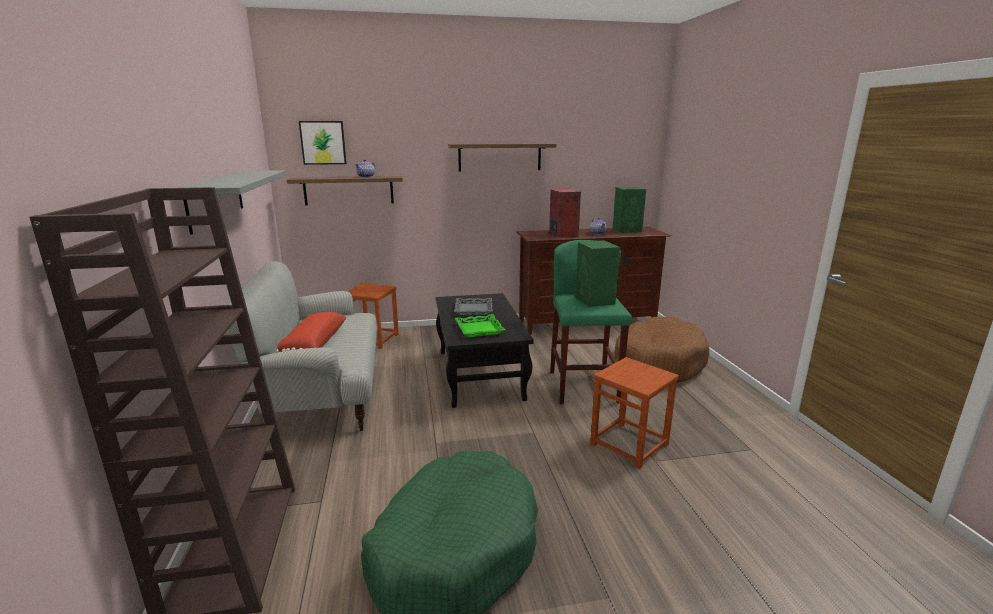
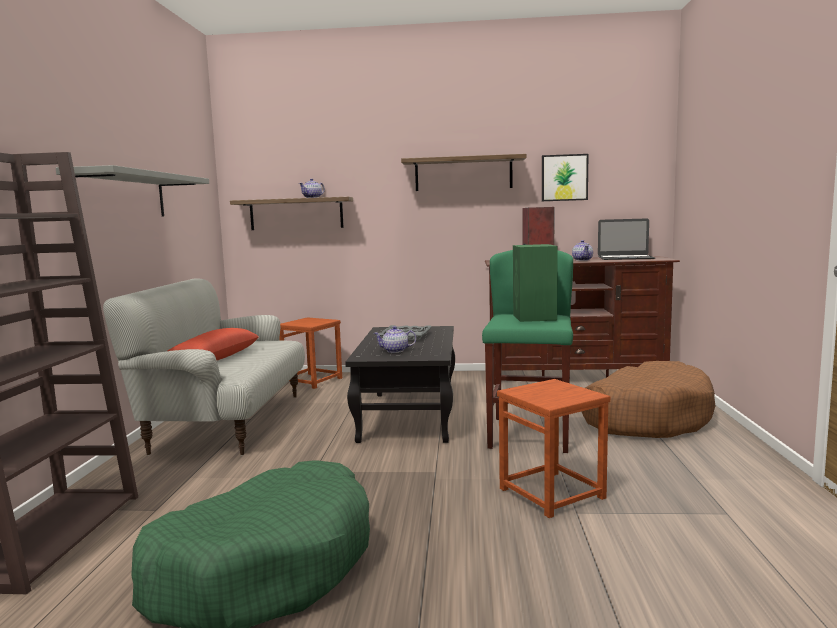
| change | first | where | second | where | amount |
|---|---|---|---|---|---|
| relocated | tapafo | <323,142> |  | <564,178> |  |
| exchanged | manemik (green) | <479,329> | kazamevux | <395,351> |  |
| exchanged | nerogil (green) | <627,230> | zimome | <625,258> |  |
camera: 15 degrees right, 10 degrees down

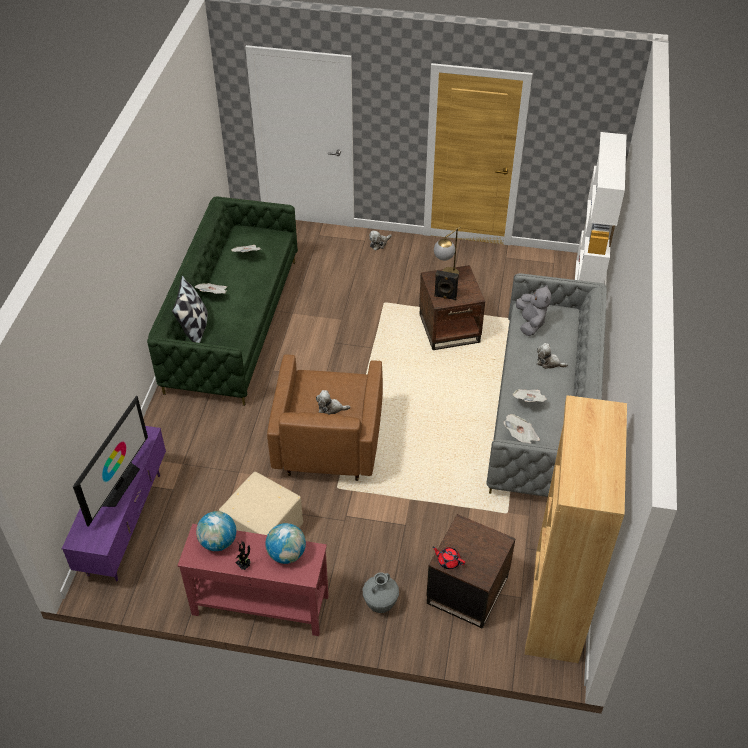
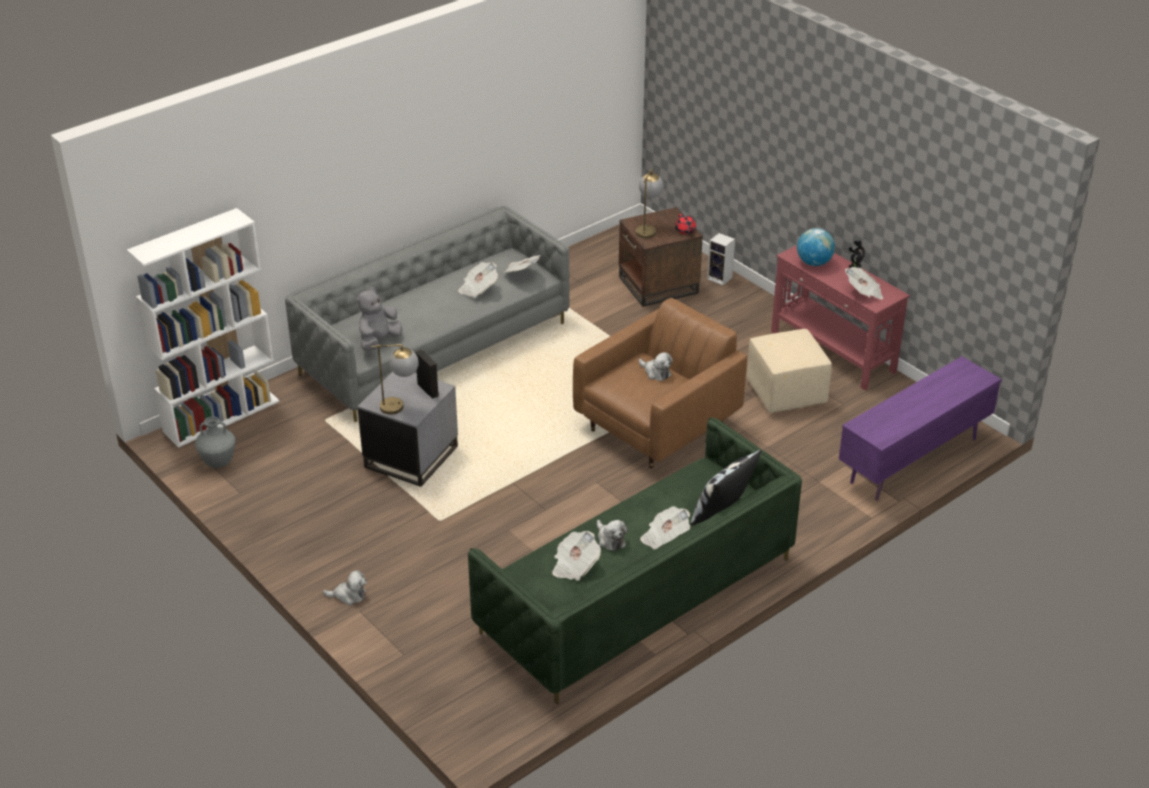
| change | first | where | second | where | amount |
|---|---|---|---|---|---|
| missing | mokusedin | <118,484> |  |  |  |
| missing | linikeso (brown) | <555,606> |  |  |  |
| appeared |  |  | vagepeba | <647,229> |  |
| appeared |  |  | nerogil | <720,278> |  |
| relocated | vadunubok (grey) | <380,604> |  | <218,463> |  |
| relocated | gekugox | <548,362> |  | <610,540> |  |
| exchanged | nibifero | <218,542> | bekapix | <863,292> |  |
| colour | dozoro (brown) | <450,328> | dozoro (grey) | <410,457> |  |
camera: 140 degrees left, 10 degrees down

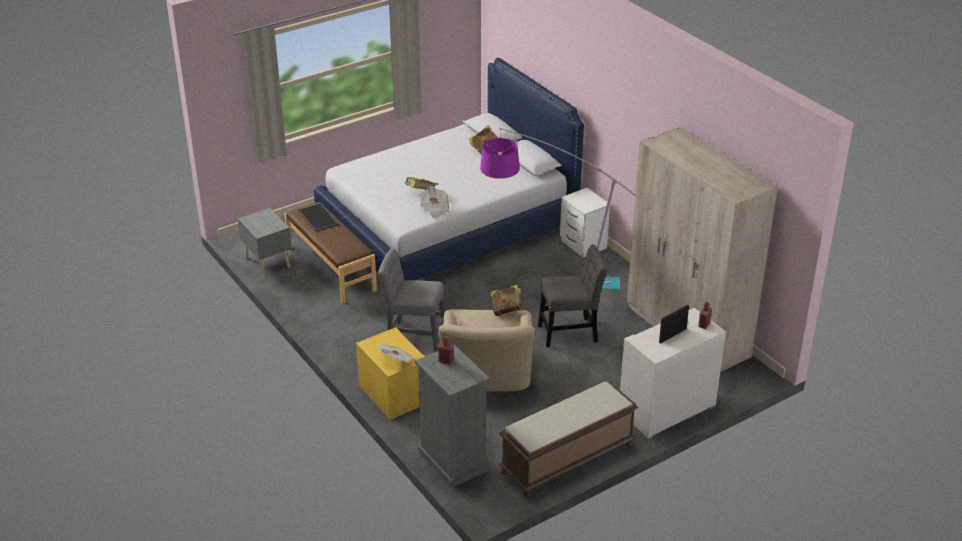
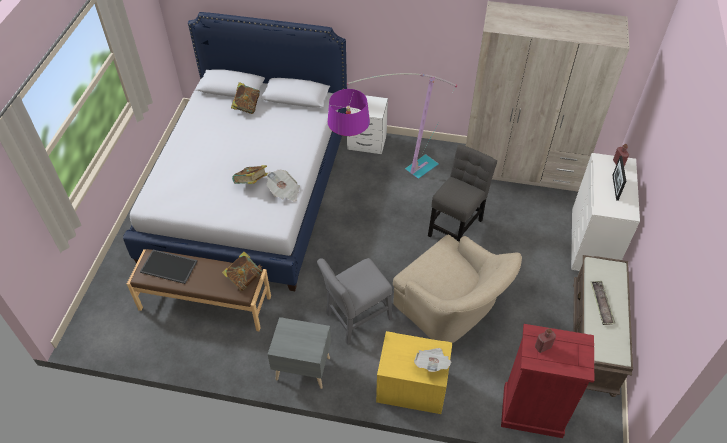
| change | first | where | second | where | amount |
|---|---|---|---|---|---|
| appeared |  |  | manemik | <601,304> |  |
| relocated | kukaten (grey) | <268,262> |  | <302,367> |  |
| relocated | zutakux | <506,310> |  | <244,278> |  |
| colour | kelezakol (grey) | <452,461> | kelezakol (red) | <532,411> |  |
camera: 45 degrees left, 15 degrees up

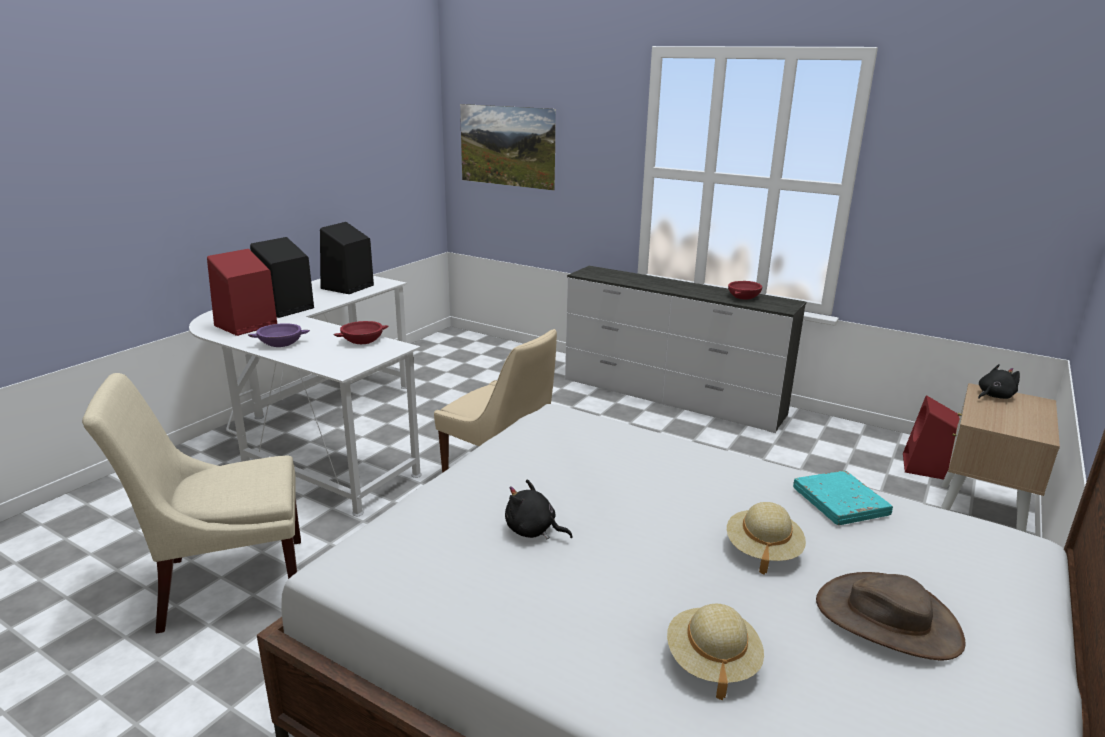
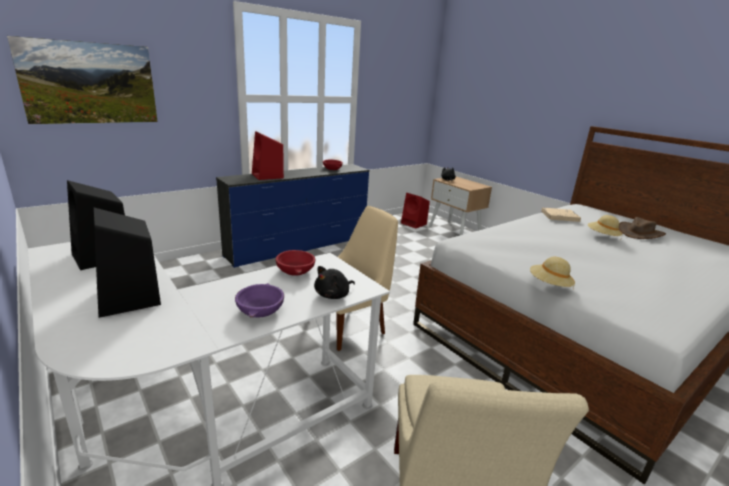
| change | first | where | second | where | amount |
|---|---|---|---|---|---|
| relocated | nerogil (red) | <244,326> |  | <268,176> |  |
| relocated | gekugox (black) | <533,530> |  | <333,295> |  |
| relocated | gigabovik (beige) | <712,661> |  | <549,285> |  |
| colour | kelezakol (white) | <671,397> | kelezakol (blue) | <299,246> |  |
| colour | zutakux (turquoise) | <840,502> | zutakux (beige) | <559,217> |  |
camera: 70 degrees left, 0 degrees up

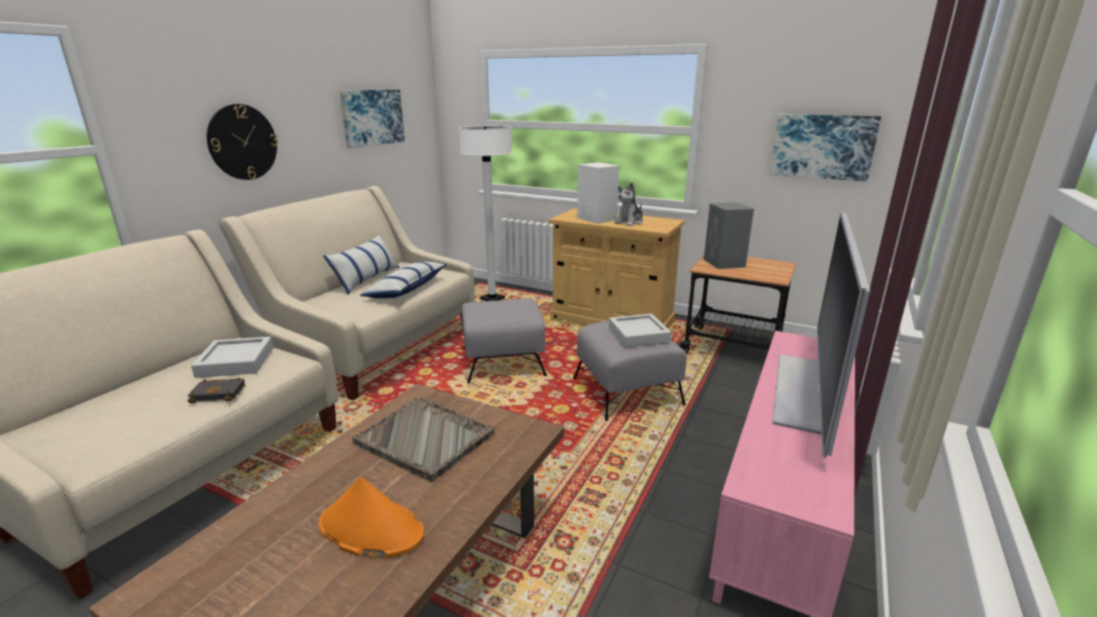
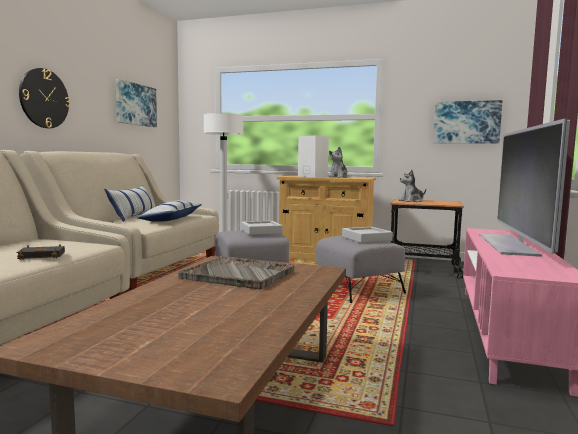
| change | first | where | second | where | amount |
|---|---|---|---|---|---|
| missing | gigabovik (orange) | <370,529> |  |  |  |
| relocated | manemik (grey) | <236,362> |  | <261,231> |  |
| exchanged | nerogil (grey) | <724,263> | gekugox | <412,201> |  |
camera: 10 degrees left, 15 degrees down

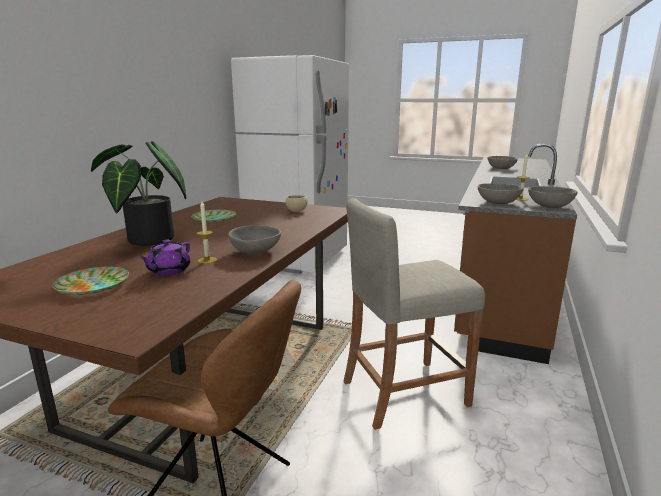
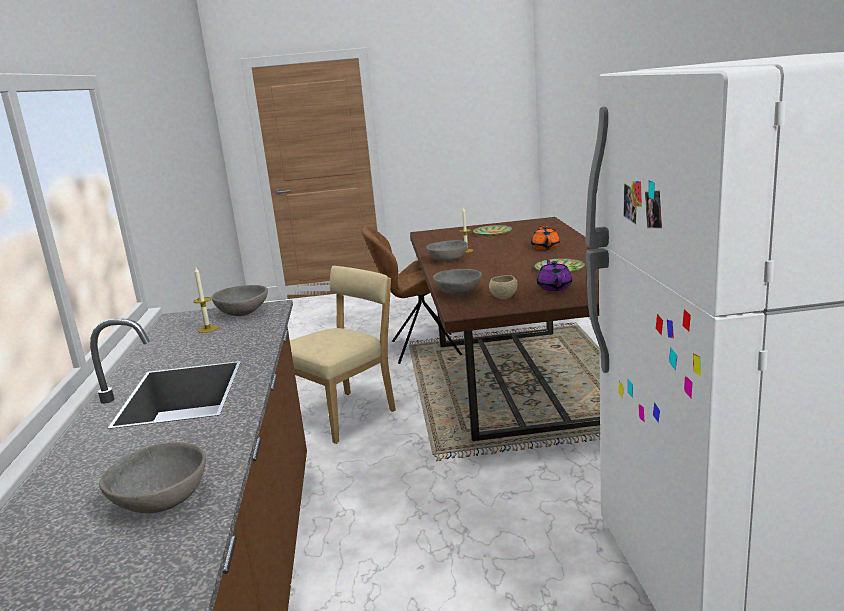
| change | first | where | second | where | amount |
|---|---|---|---|---|---|
| relocated | kazamevux (purple) | <168,271> |  | <554,287> |  |
| relocated | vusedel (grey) | <550,206> |  | <458,293> |  |
| exchanged | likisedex | <146,241> | kazamevux (orange) | <545,247> |  |
| exchanged | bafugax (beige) | <404,392> | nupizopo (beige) | <346,414> |  |
camera: 155 degrees right, 0 degrees up

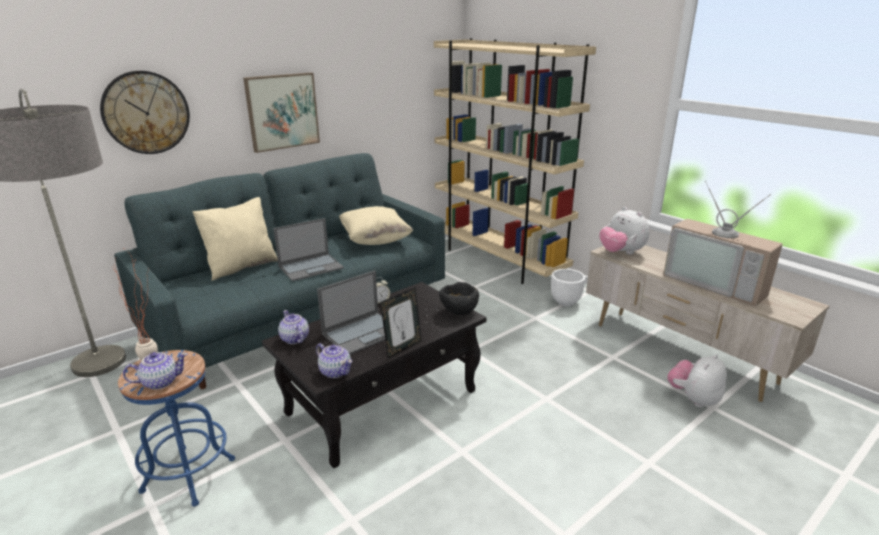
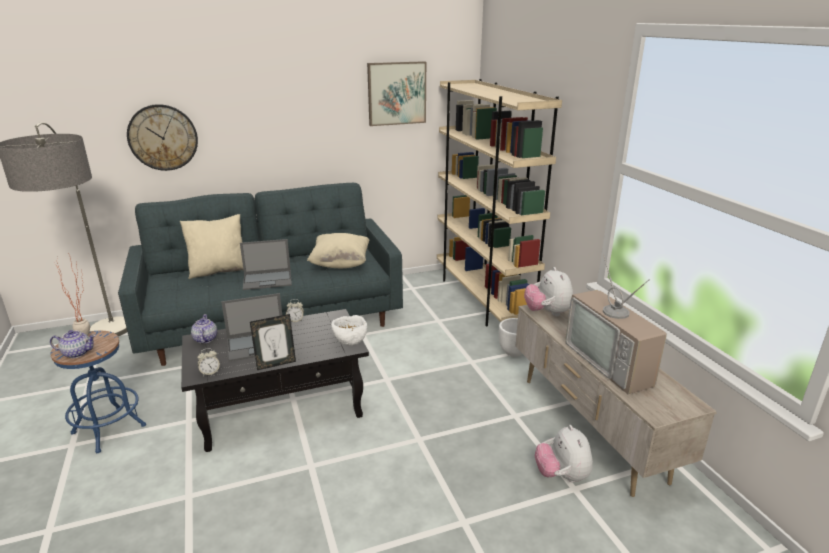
| change | first | where | second | where | amount |
|---|---|---|---|---|---|
| relocated | tapafo | <282,111> |  | <396,93> |  |
| exchanged | kazamevux | <335,371> | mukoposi | <210,372> |  |
| colour | vusedel (black) | <458,311> | vusedel (white) | <350,342> |  |
| spun | gekugox | <693,399> |  | <561,475> | 75 degrees counterclockwise |
camera: 20 degrees right, 0 degrees up

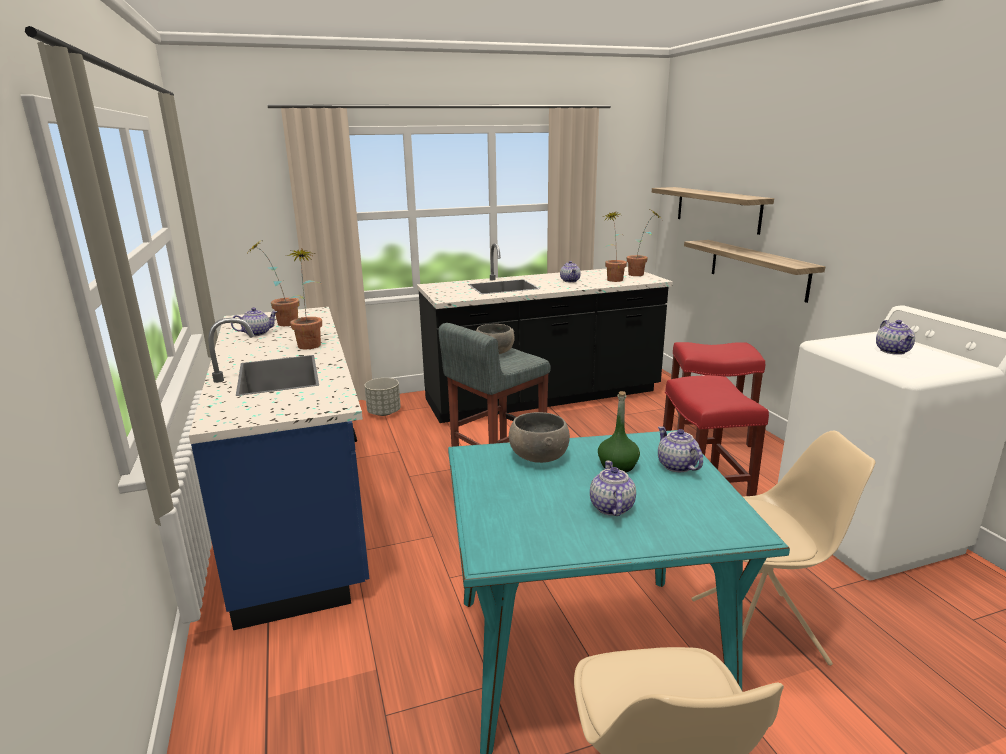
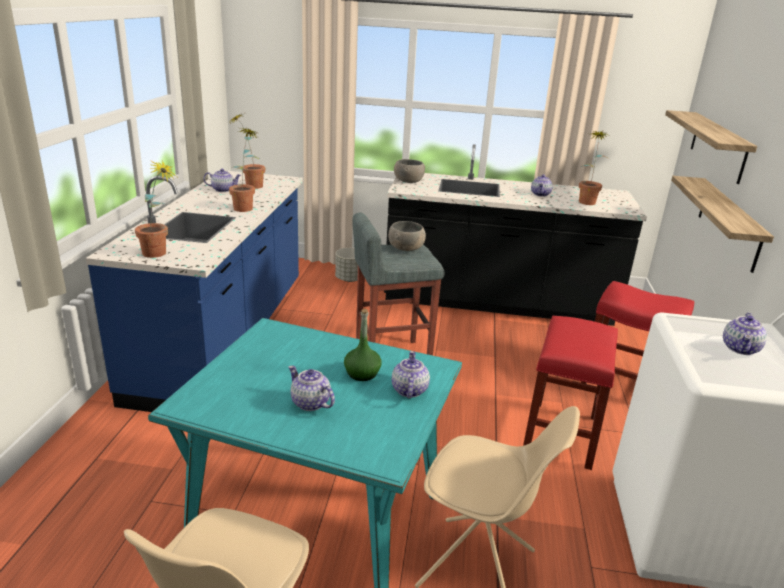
| change | first | where | second | where | amount |
|---|---|---|---|---|---|
| relocated | vusedel (grey) | <538,456> |  | <408,181> |  |
| relocated | likisedex | <641,274> |  | <160,254> |  |
| spun | kazamevux | <611,507> |  | <310,403> | 75 degrees counterclockwise |
camera: 25 degrees right, 5 degrees up

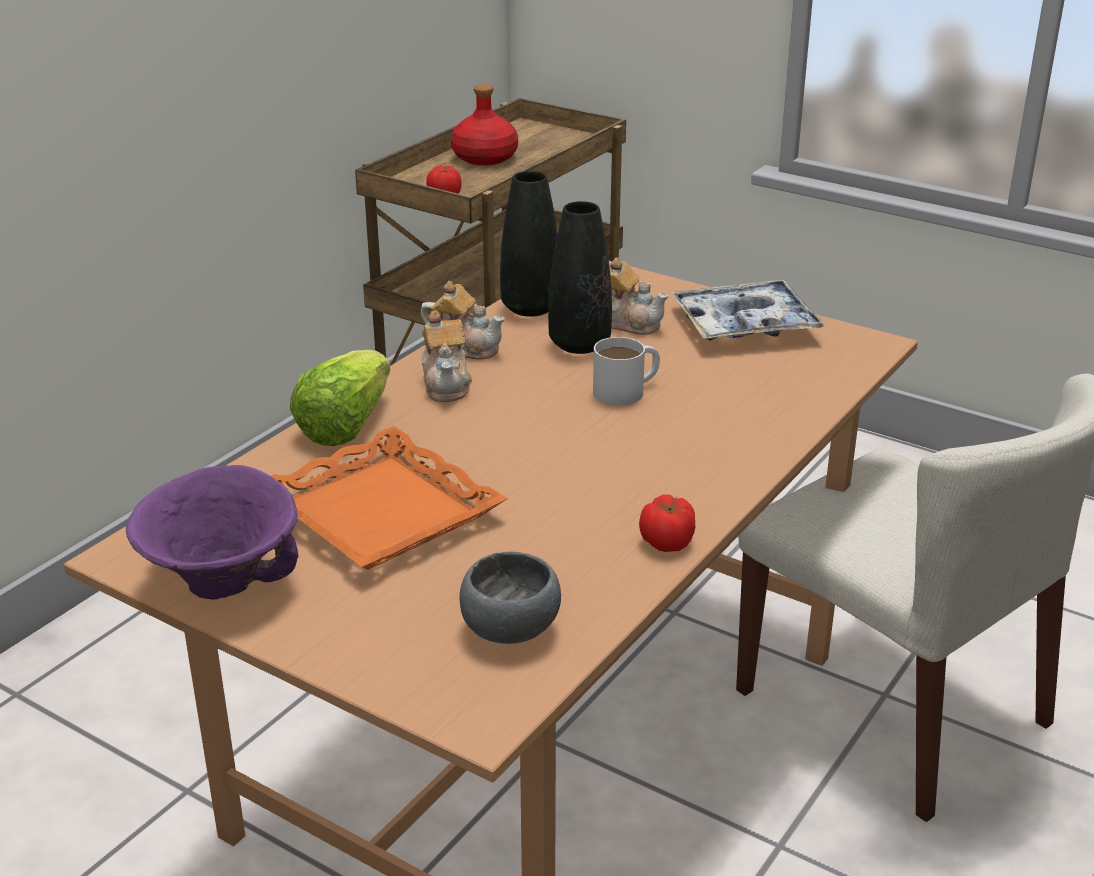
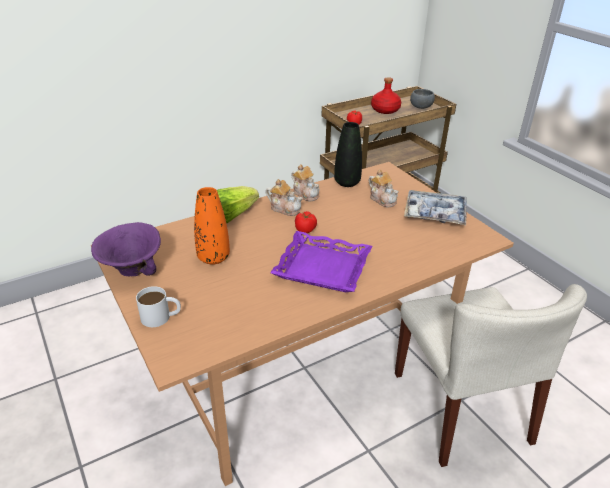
| change | first | where | second | where | amount |
|---|---|---|---|---|---|
| missing | vadunubok (black) | <579,344> |  |  |  |
| appeared |  |  | manemik (purple) | <322,268> |  |
| relocated | vusedel (grey) | <513,629> |  | <421,107> |  |
| relocated | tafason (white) | <627,390> |  | <161,317> |  |
| relocated | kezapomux | <668,542> |  | <305,229> |  |
| exchanged | manemik (orange) | <382,512> | vadunubok (orange) | <213,258> |  |
| spun | kazamevux | <447,384> |  | <285,208> | 75 degrees counterclockwise |
camera: 25 degrees right, 5 degrees up

